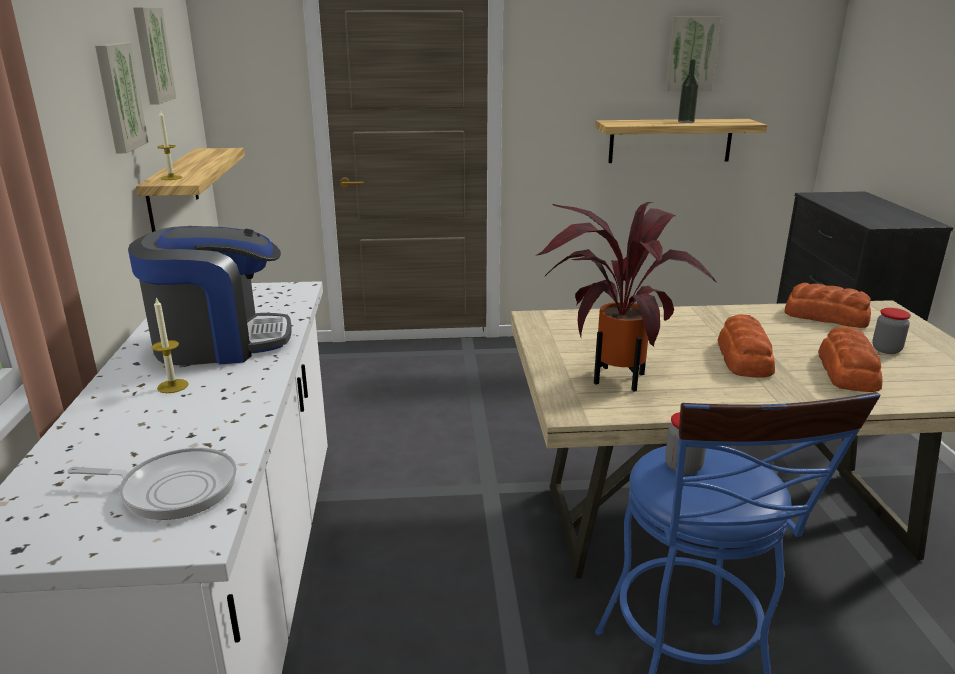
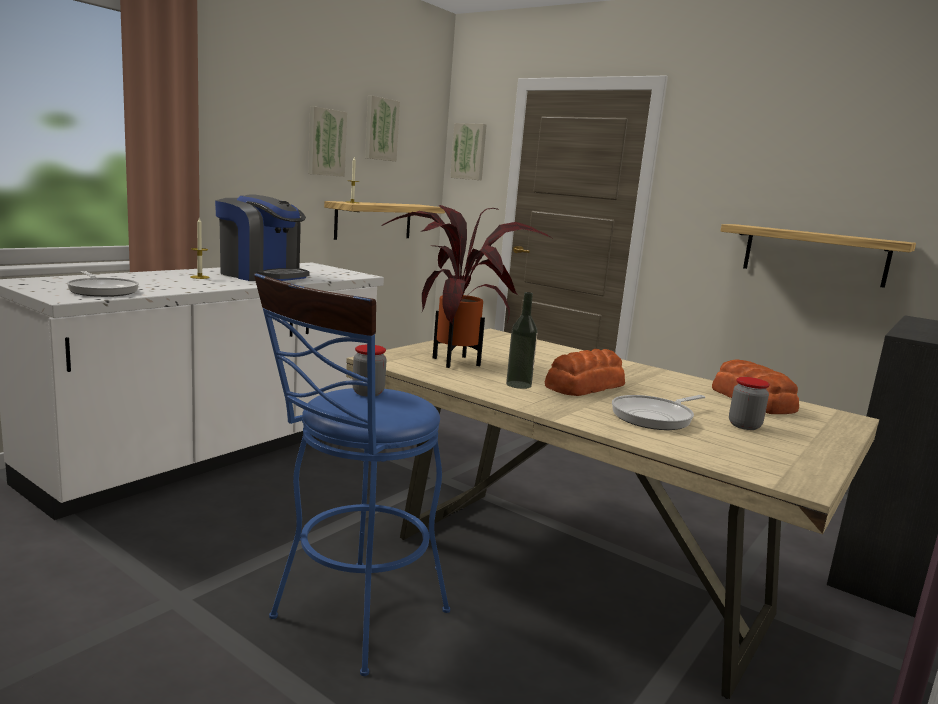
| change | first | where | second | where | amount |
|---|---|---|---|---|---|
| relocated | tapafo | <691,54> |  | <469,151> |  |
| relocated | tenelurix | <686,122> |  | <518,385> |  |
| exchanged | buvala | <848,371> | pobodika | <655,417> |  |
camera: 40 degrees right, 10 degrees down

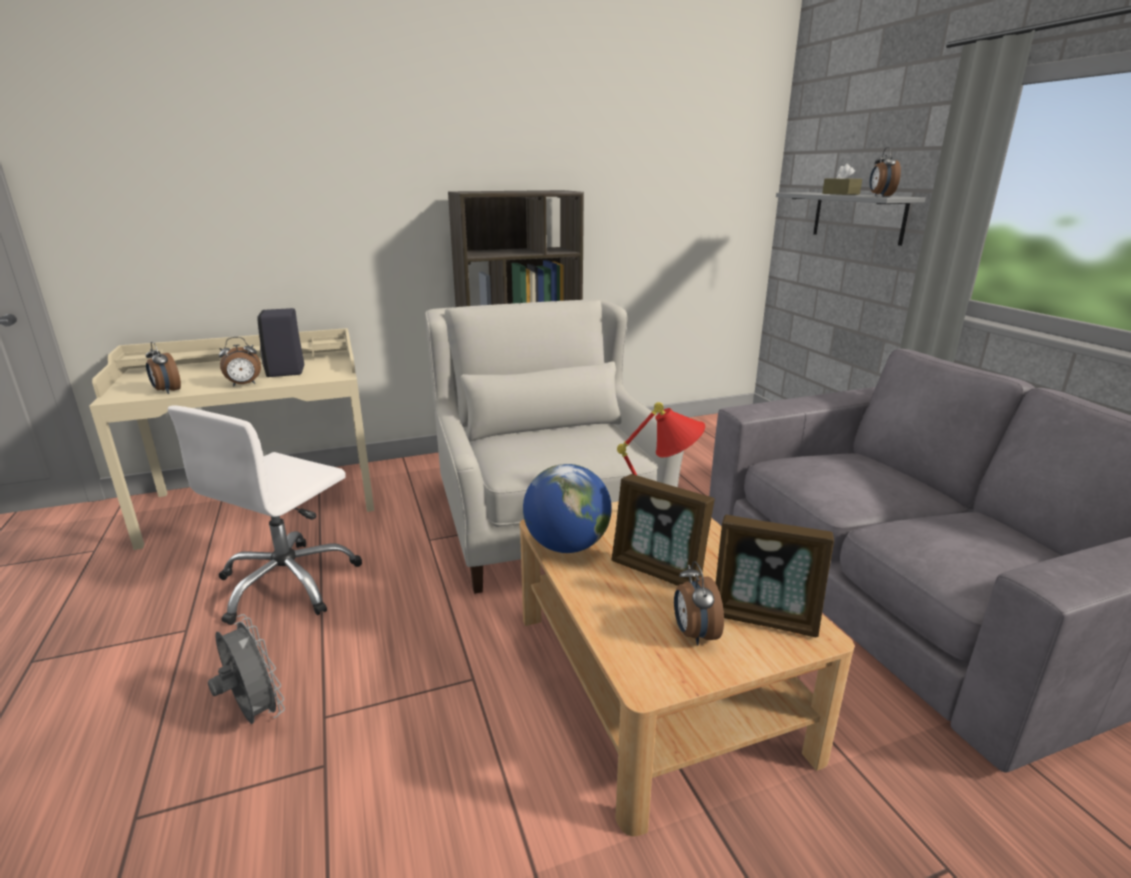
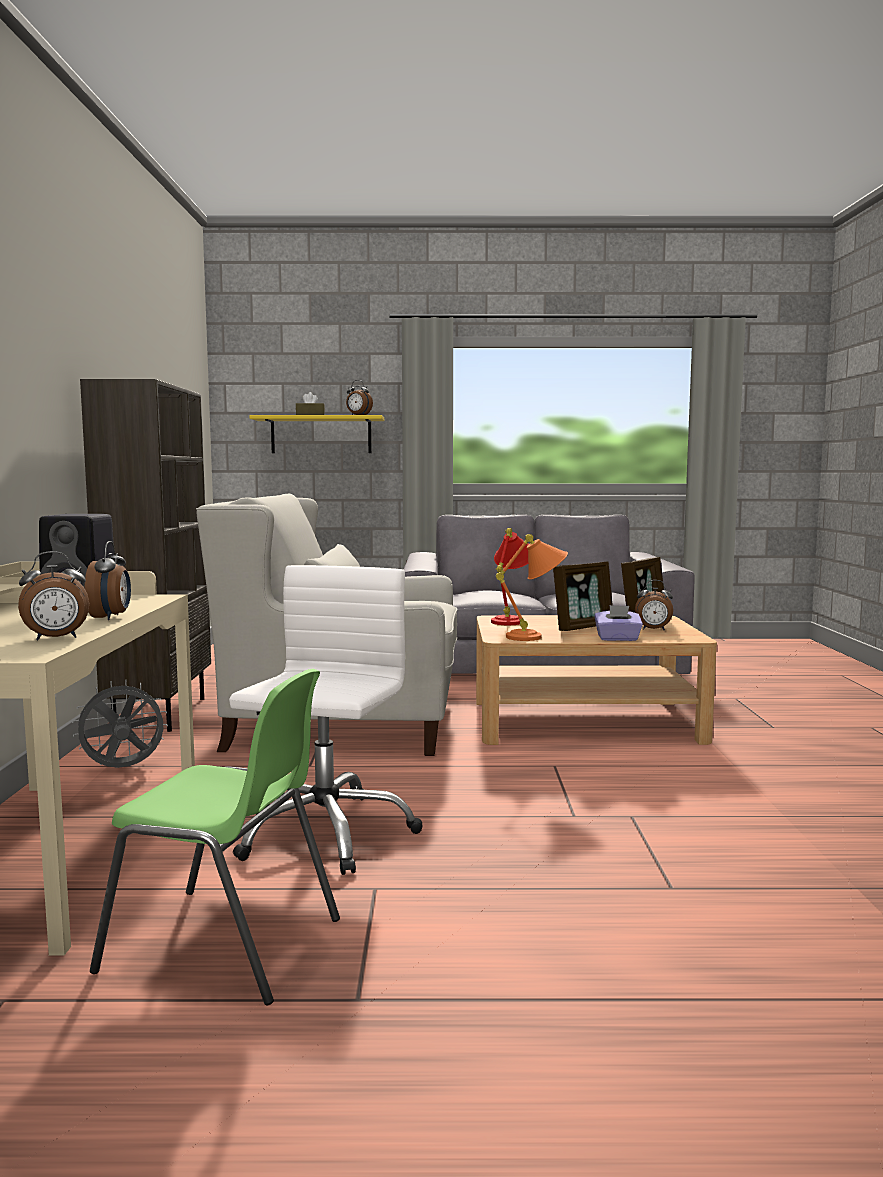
| change | first | where | second | where | amount |
|---|---|---|---|---|---|
| appeared |  |  | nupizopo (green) | <226,945> |  |
| appeared |  |  | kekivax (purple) | <617,639> |  |
| relocated | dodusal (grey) | <254,713> |  | <123,769> |  |
| exchanged | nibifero | <567,546> | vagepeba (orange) | <537,637> |  |
| colour | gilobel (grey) | <858,217> | gilobel (yellow) | <321,435> |  |
| spun | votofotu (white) | <288,583> |  | <324,832> | 120 degrees counterclockwise |
camera: 70 degrees left, 15 degrees down

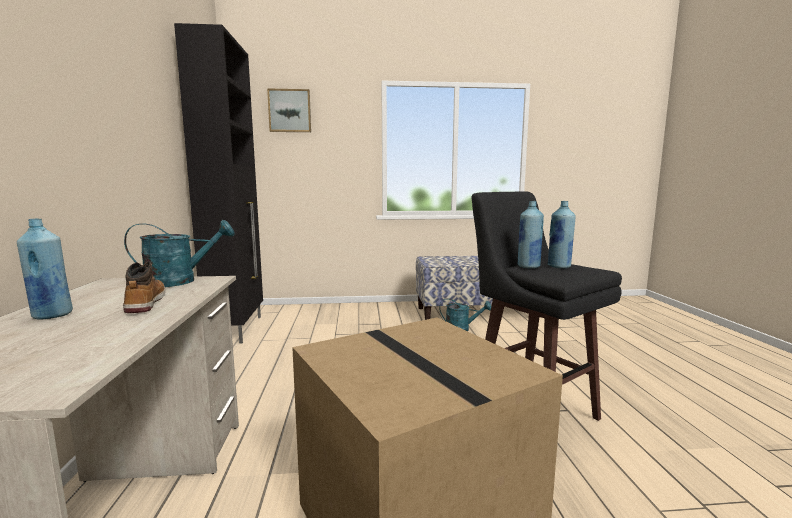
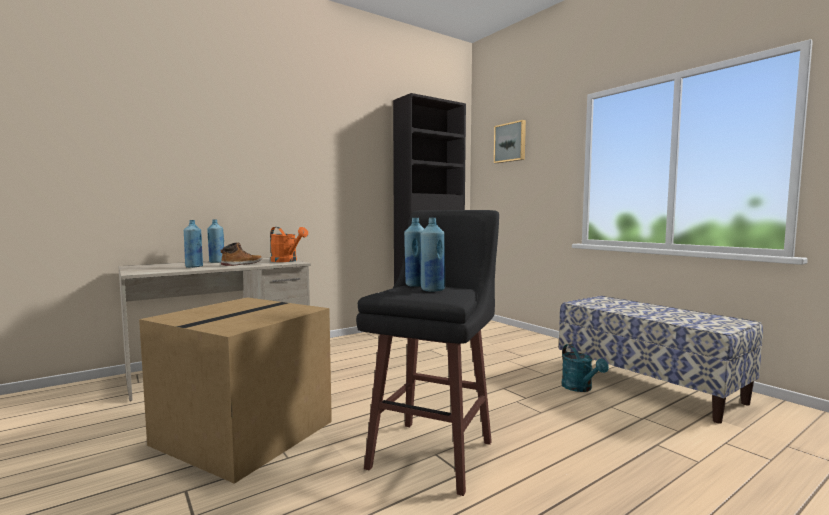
| change | first | where | second | where | amount |
|---|---|---|---|---|---|
| appeared |  |  | tenelurix (blue) | <194,267> |  |
| colour | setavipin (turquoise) | <180,281> | setavipin (orange) | <287,261> |  |
camera: 60 degrees right, 5 degrees down

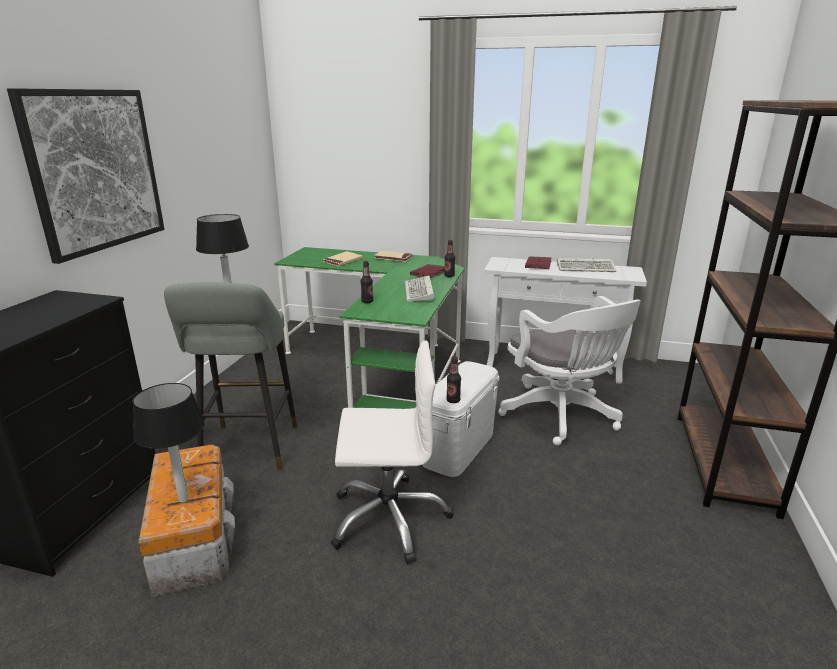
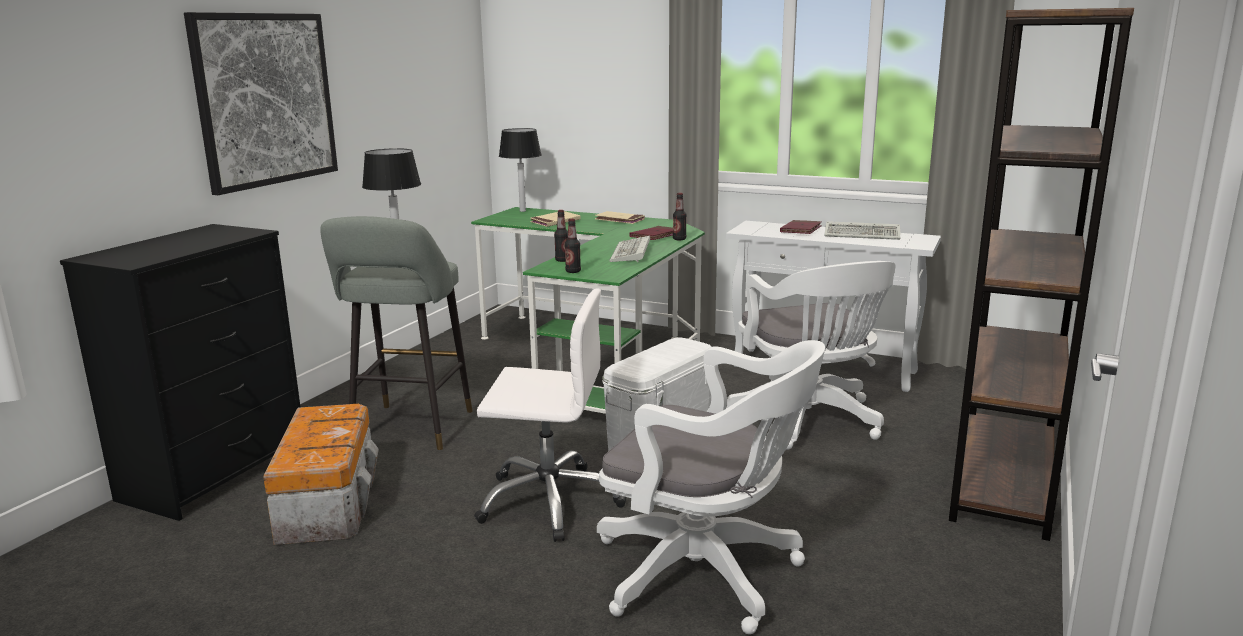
| change | first | where | second | where | amount |
|---|---|---|---|---|---|
| appeared |  |  | votofotu (white) | <707,574> |  |
| relocated | vagepeba | <184,499> |  | <523,211> |  |
| relocated | tenelurix | <453,400> |  | <573,271> |  |
camera: 10 degrees right, 5 degrees down

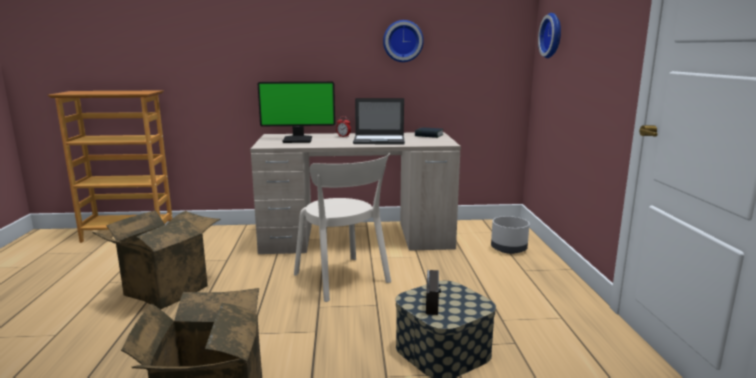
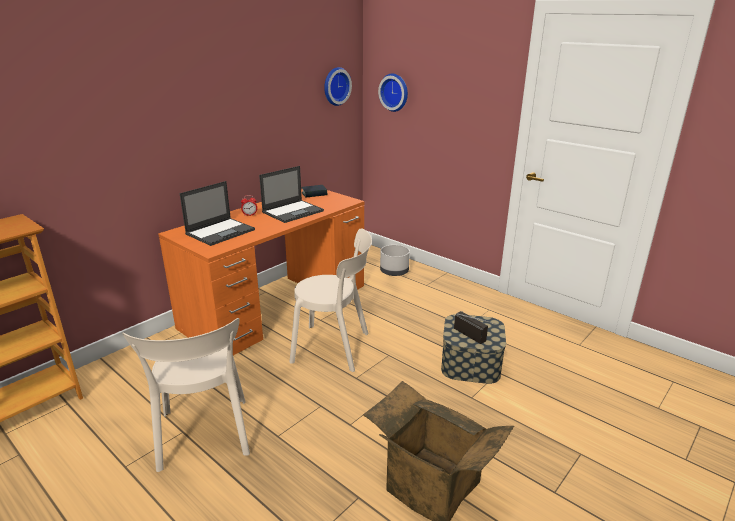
| change | first | where | second | where | amount |
|---|---|---|---|---|---|
| relocated | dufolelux | <402,41> |  | <335,86> |  |
| exchanged | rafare | <165,289> | nupizopo (beige) | <204,437> |  |
| exchanged | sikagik | <298,140> | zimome | <221,232> |  |
| colour | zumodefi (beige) | <357,237> | zumodefi (orange) | <277,306> |  |
camera: 45 degrees left, 10 degrees up

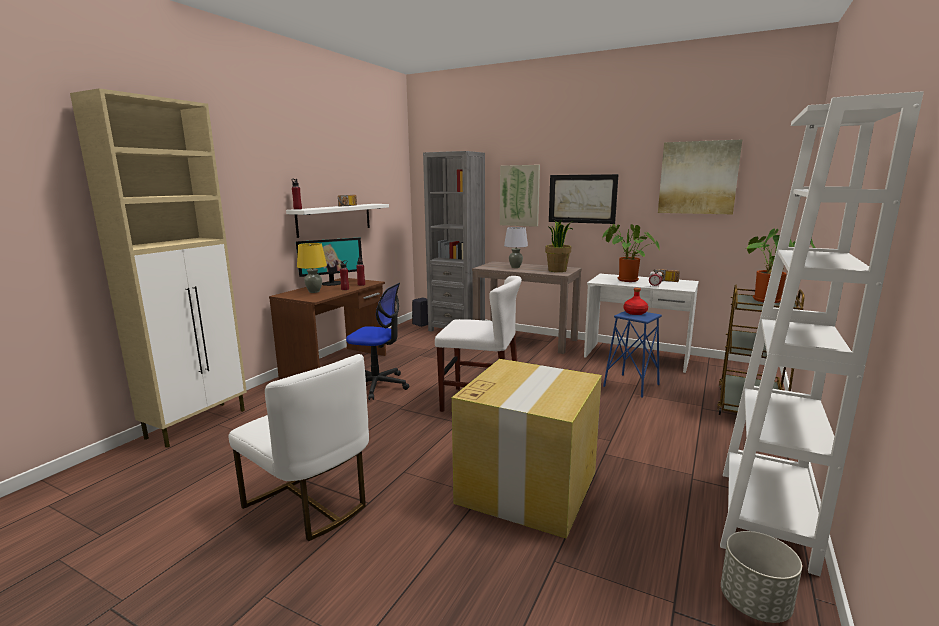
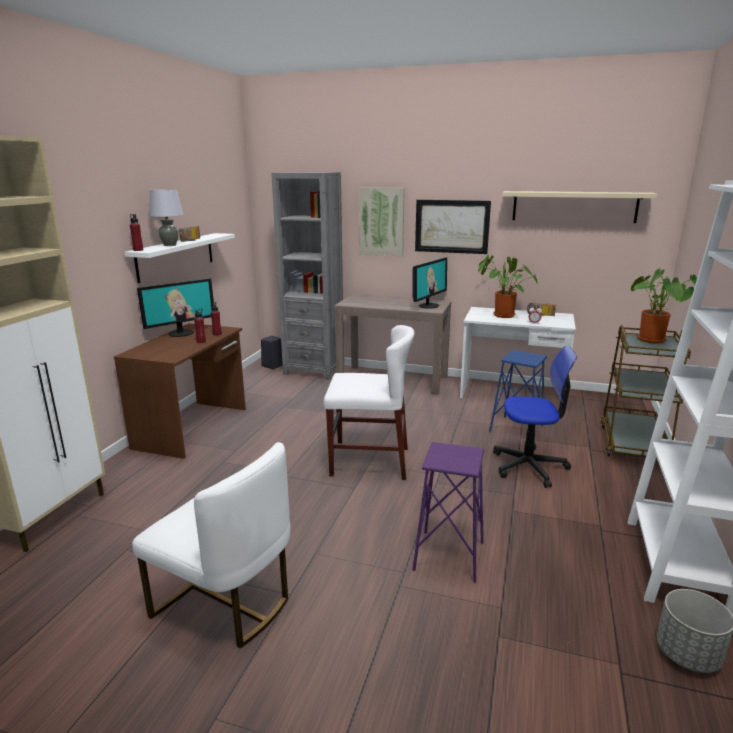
| change | first | where | second | where | amount |
|---|---|---|---|---|---|
| missing | vagepeba (yellow) | <314,291> |  |  |  |
| missing | tenelurix (red) | <634,313> |  |  |  |
| relocated | votofotu | <377,385> |  | <529,466> |  |
| relocated | vagepeba (grey) | <515,267> |  | <170,245> |  |
| exchanged | rafare | <528,486> | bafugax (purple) | <449,556> |  |
| exchanged | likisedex | <557,270> | sikagik | <428,305> |  |
| exchanged | tapafo | <698,177> | gilobel (beige) | <574,206> |  |
camera: 10 degrees left, 5 degrees up

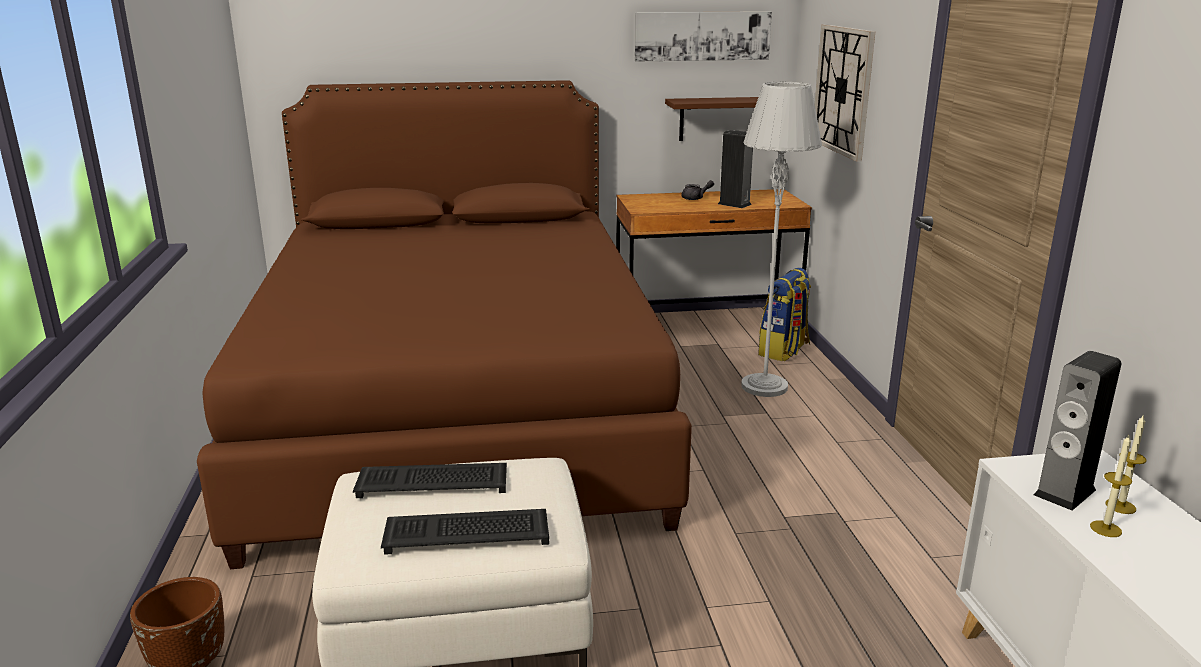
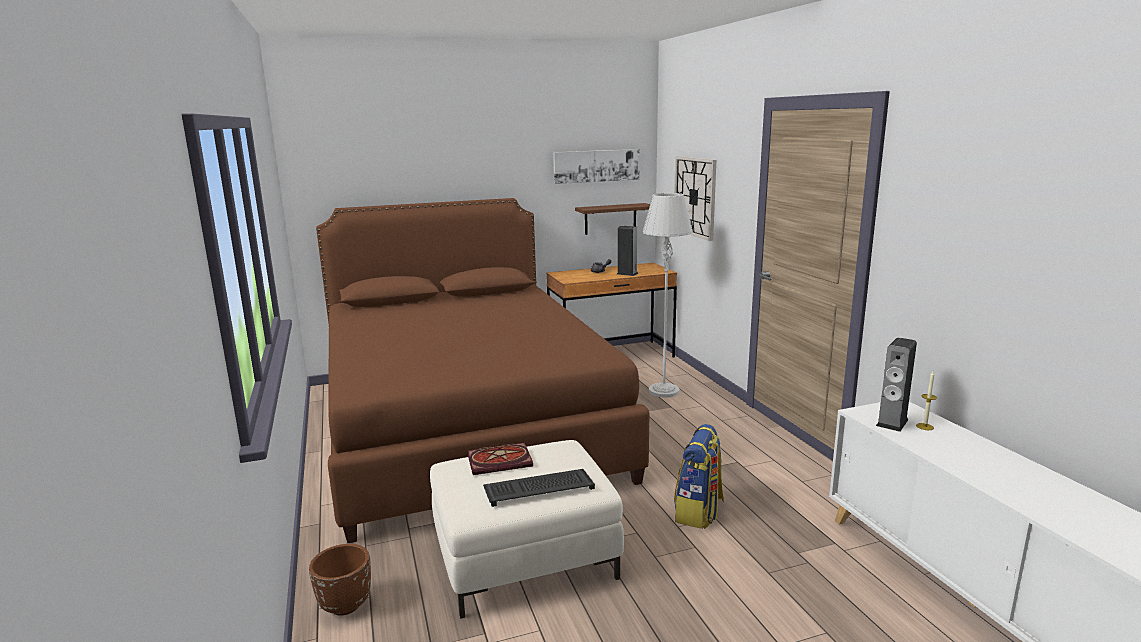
| change | first | where | second | where | amount |
|---|---|---|---|---|---|
| missing | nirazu | <1105,529> |  |  |  |
| relocated | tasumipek | <784,351> |  | <699,512> |  |
| exchanged | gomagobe | <434,481> | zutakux | <501,461> |  |
camera: 10 degrees left, 5 degrees down

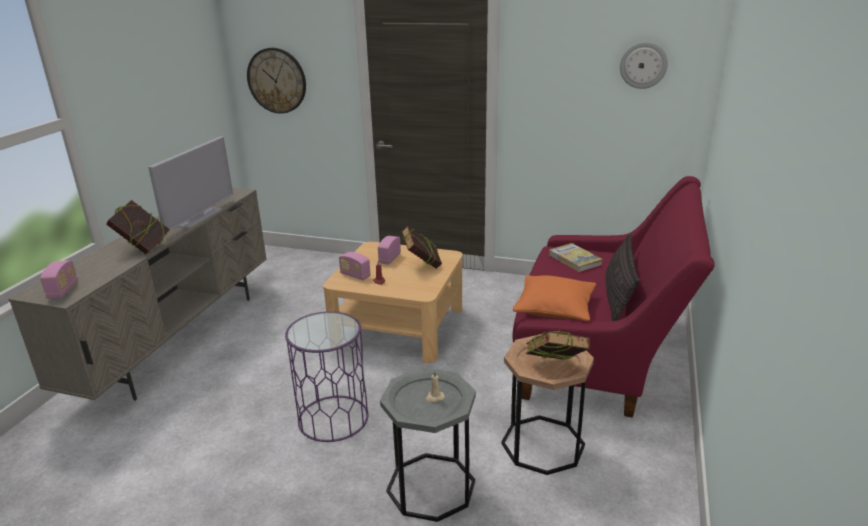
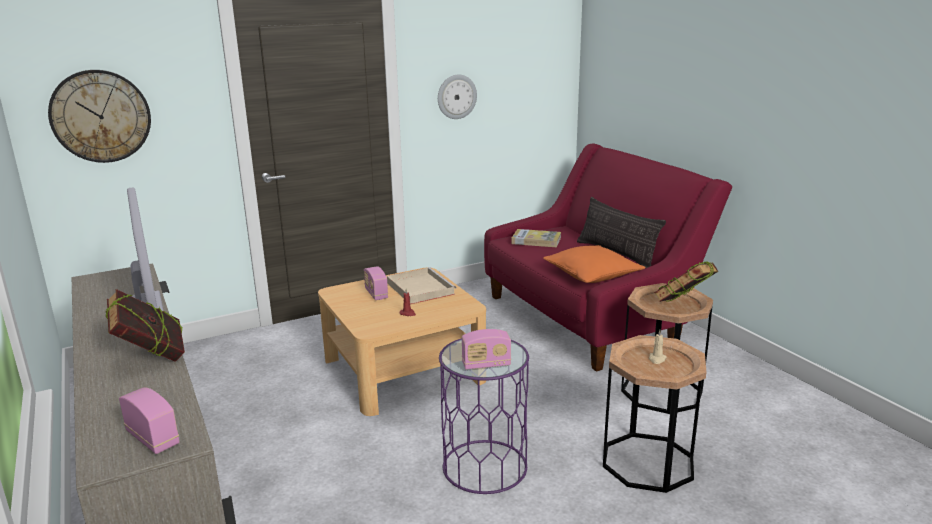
| change | first | where | second | where | amount |
|---|---|---|---|---|---|
| relocated | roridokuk | <355,275> |  | <486,364> |  |
| relocated | dufolelux | <643,65> |  | <456,96> |  |
| exchanged | zutakux | <422,265> | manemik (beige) | <419,288> |  |
| colour | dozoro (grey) | <431,486> | dozoro (brown) | <648,462> |  |
camera: 45 degrees left, 5 degrees down

